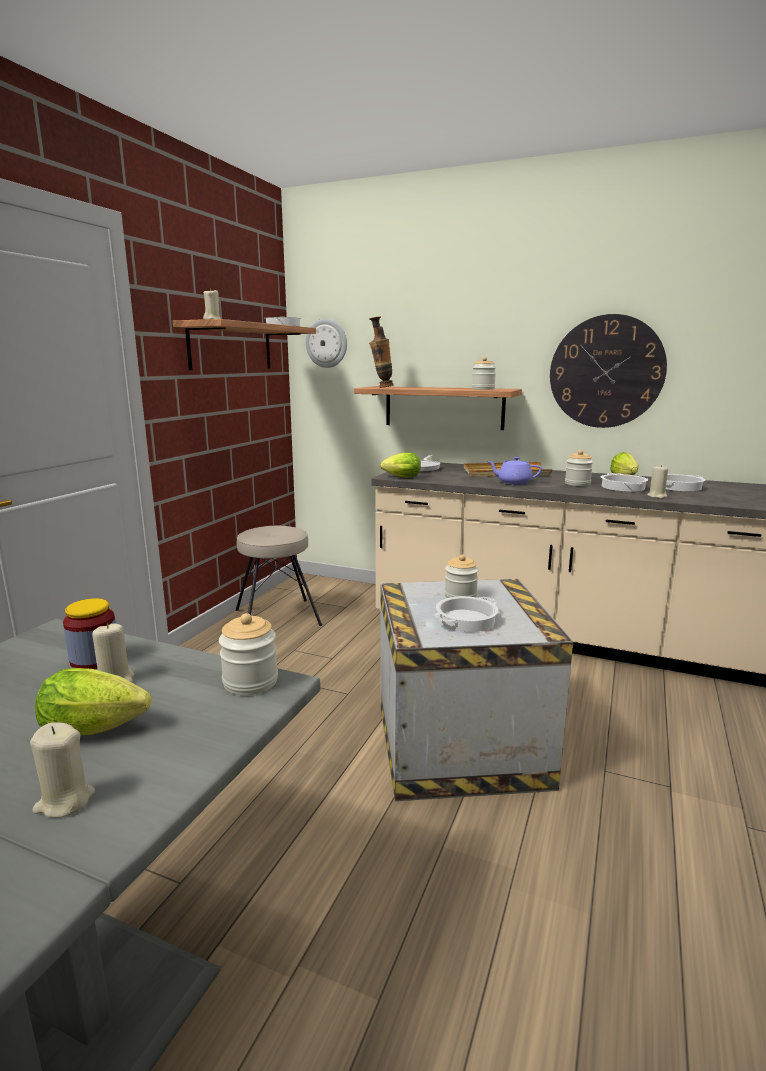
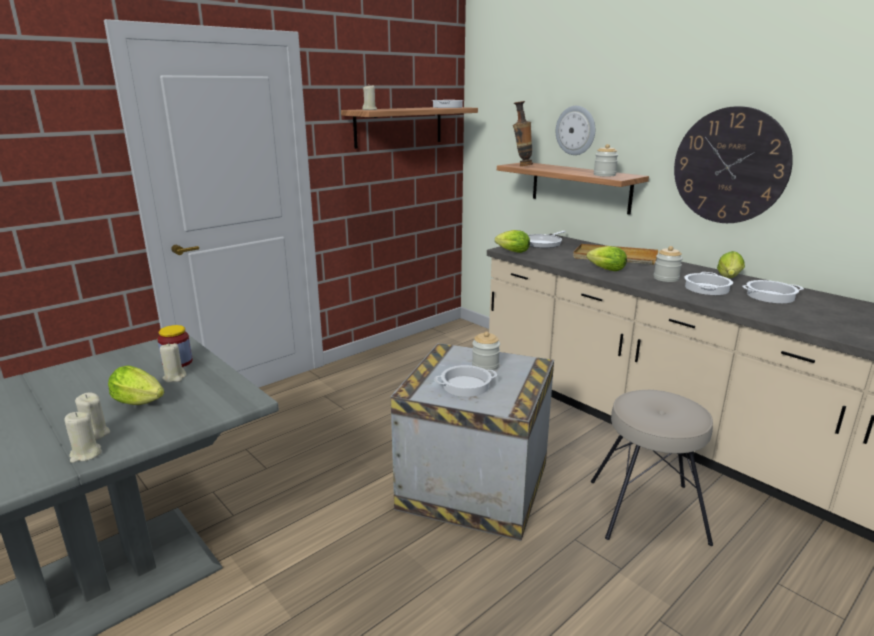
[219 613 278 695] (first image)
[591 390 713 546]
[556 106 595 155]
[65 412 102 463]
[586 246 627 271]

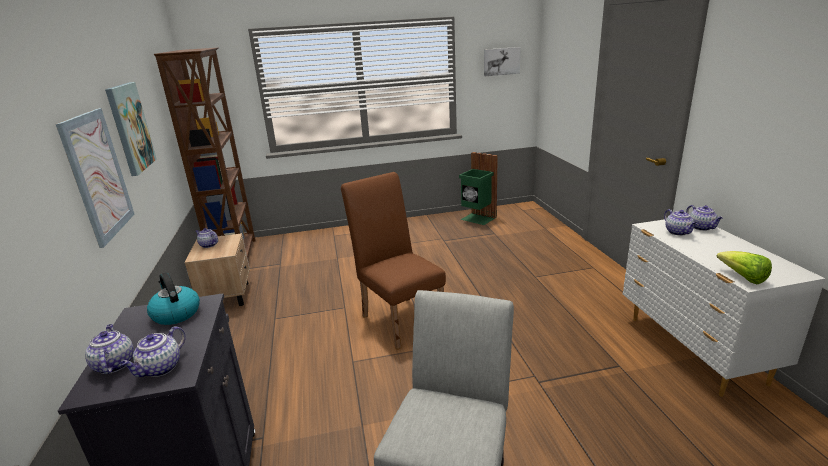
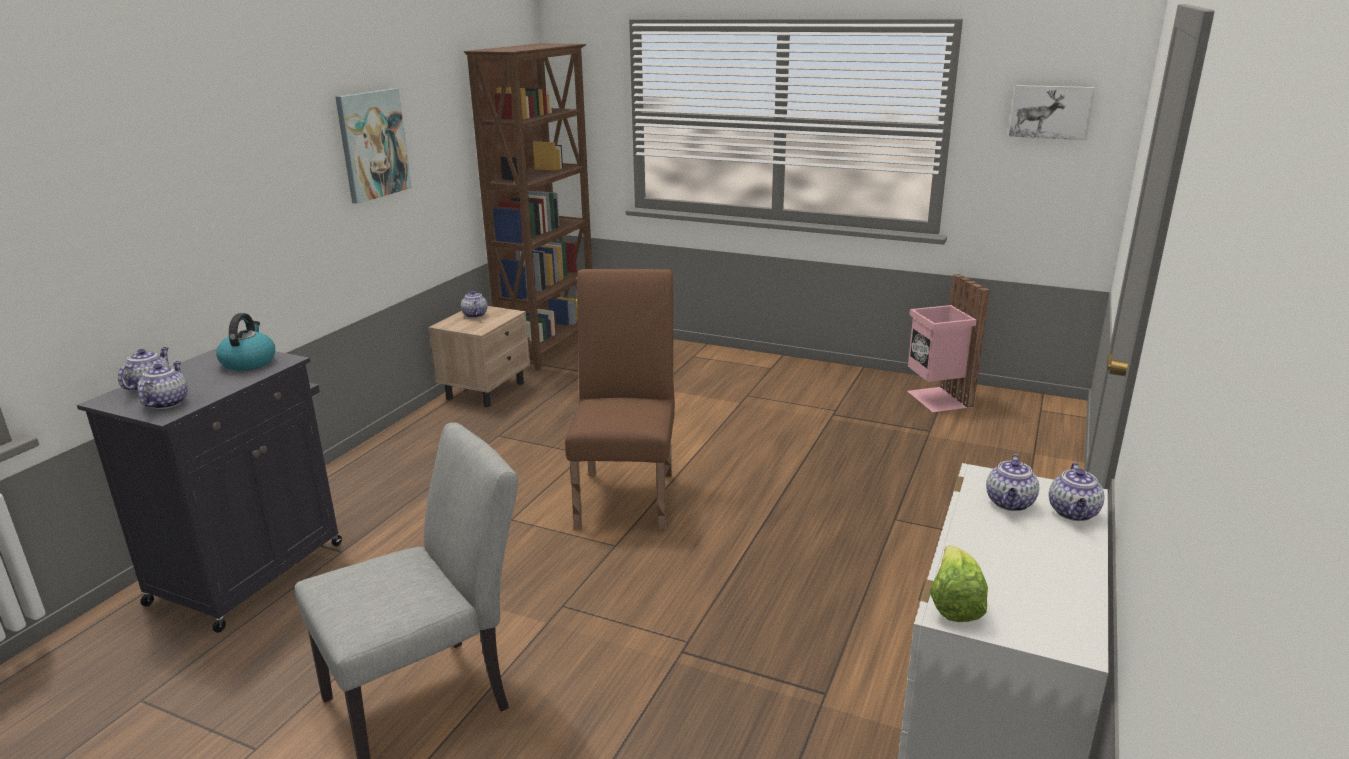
[56 108 134 248] (first image)
[907 274 990 412]
[137 361 188 409]

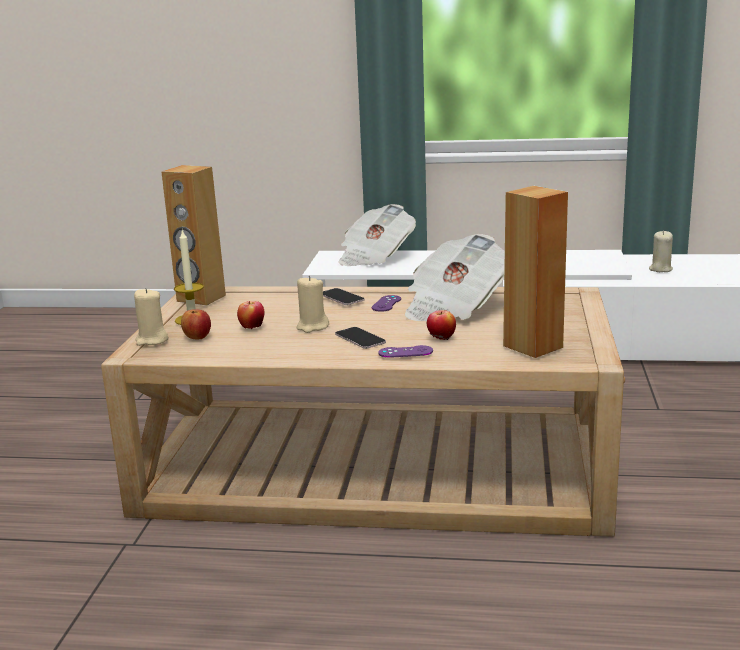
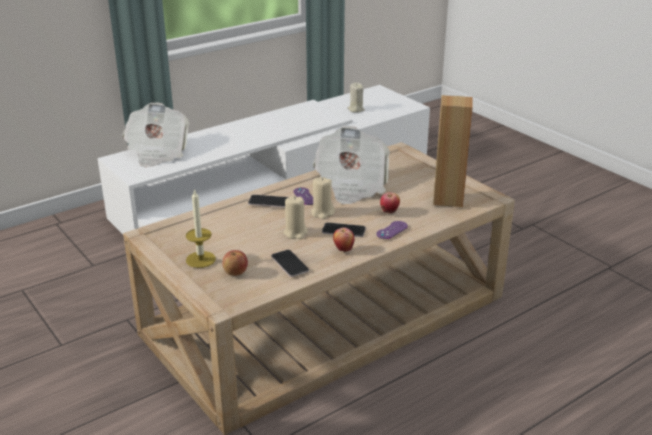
[161 165 226 305] (first image)
[271 250 309 277]
[311 177 335 219]
[333 228 354 252]

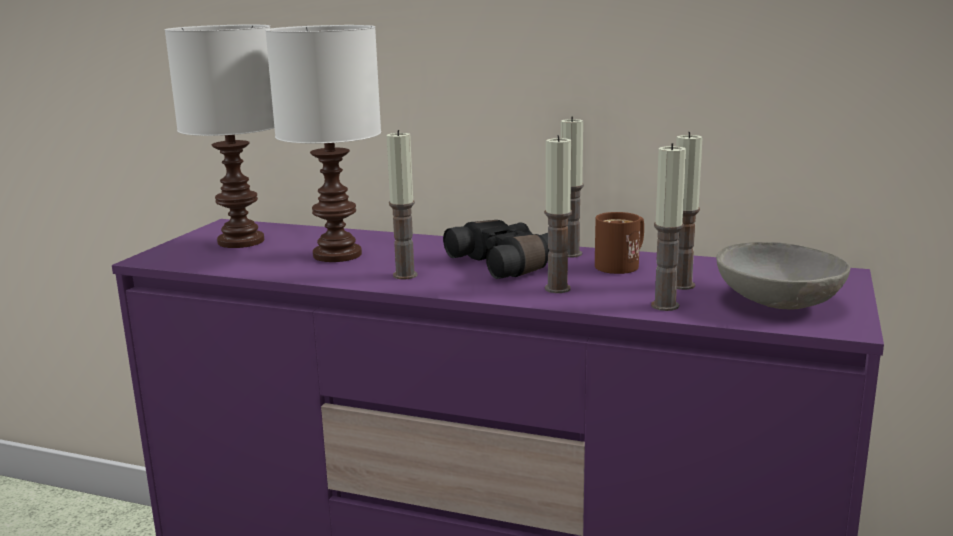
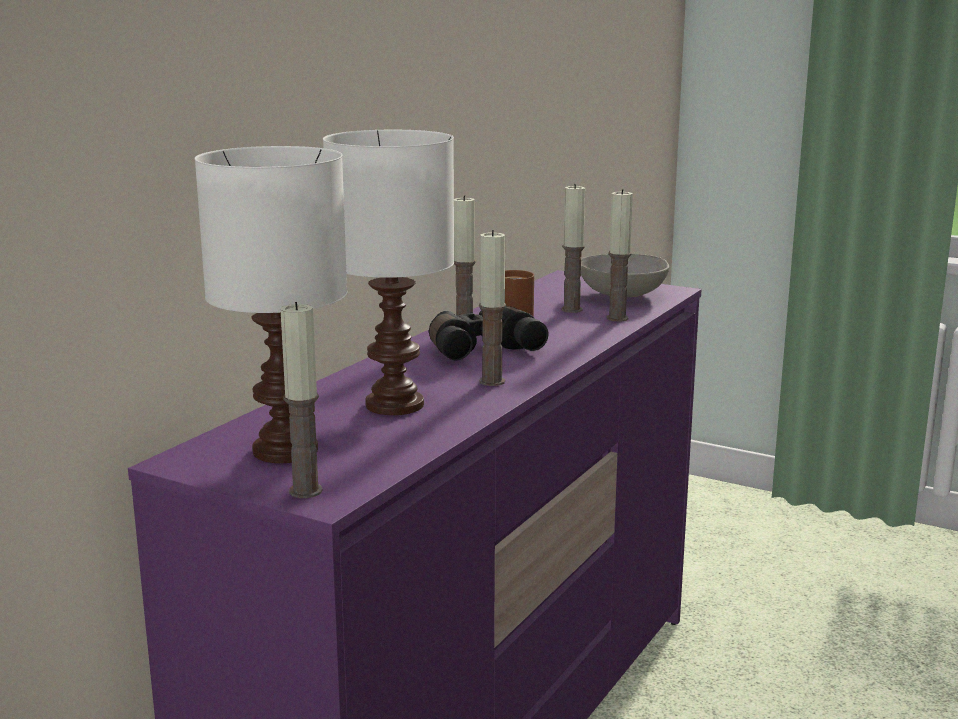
[281 302 323 498]

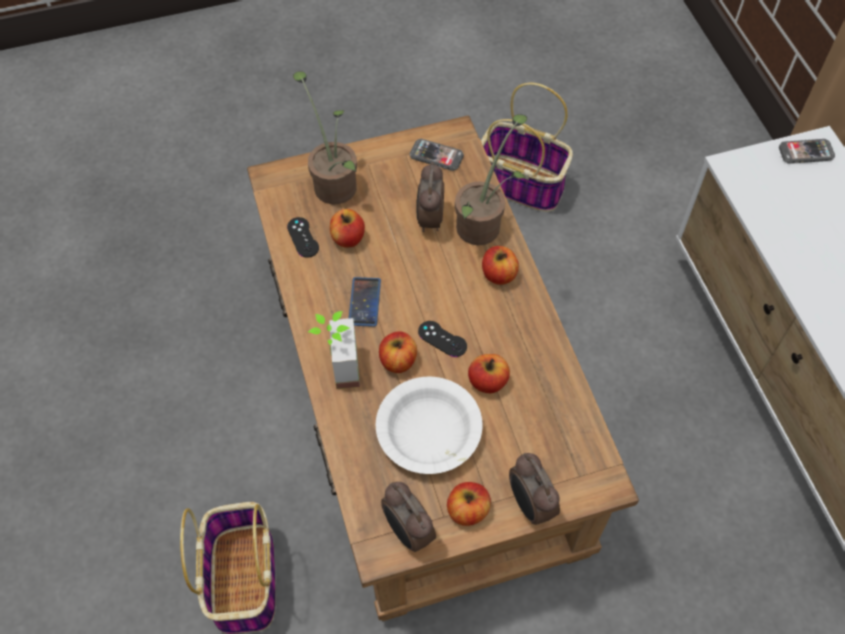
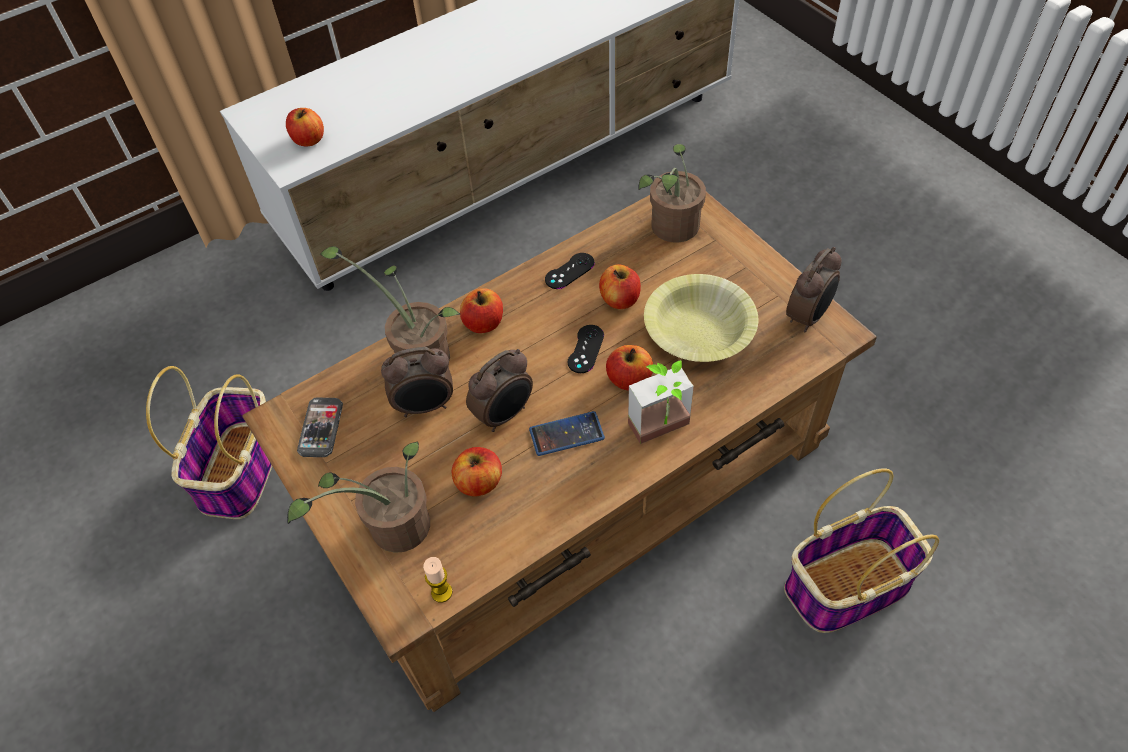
[779 139 835 164] (first image)
[423 557 453 603]
[638 144 706 242]
[545 253 595 289]
[286 108 324 146]
[466 349 533 432]
[644 274 758 362]

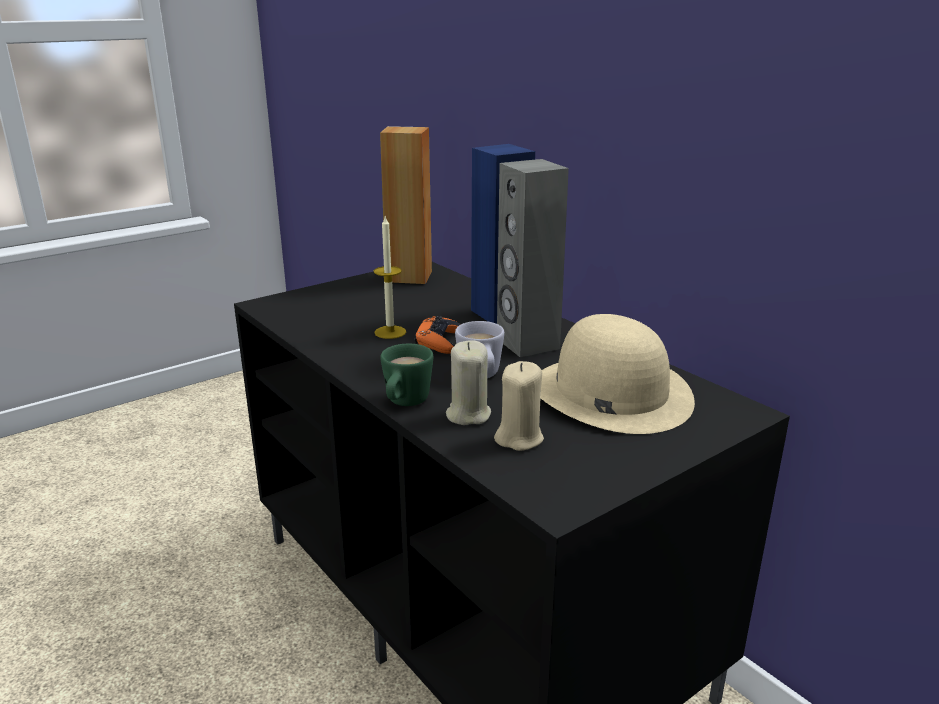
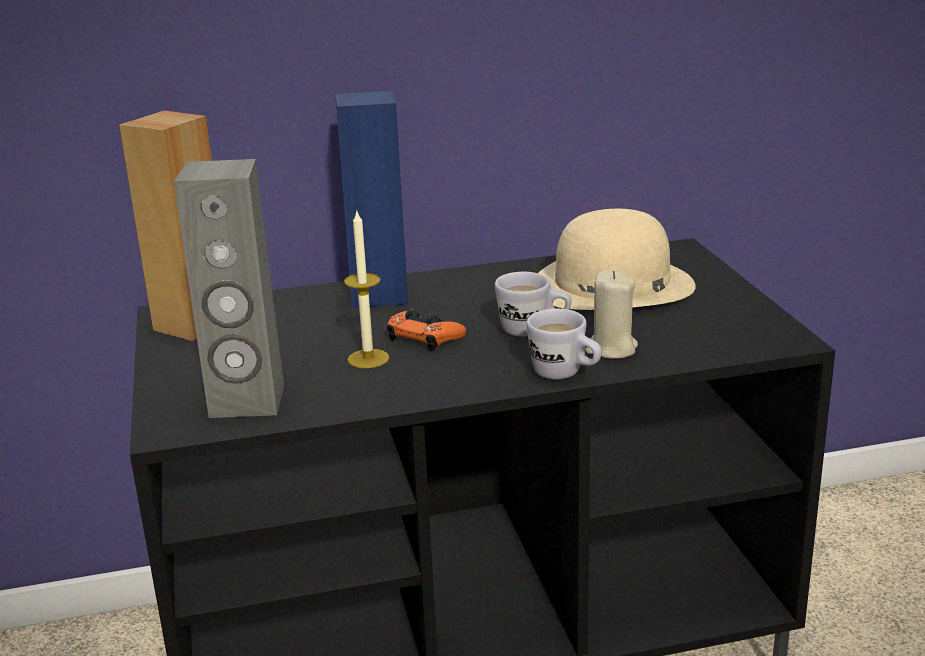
[494 361 544 451] (first image)
[174 159 284 418]
[526 309 602 380]

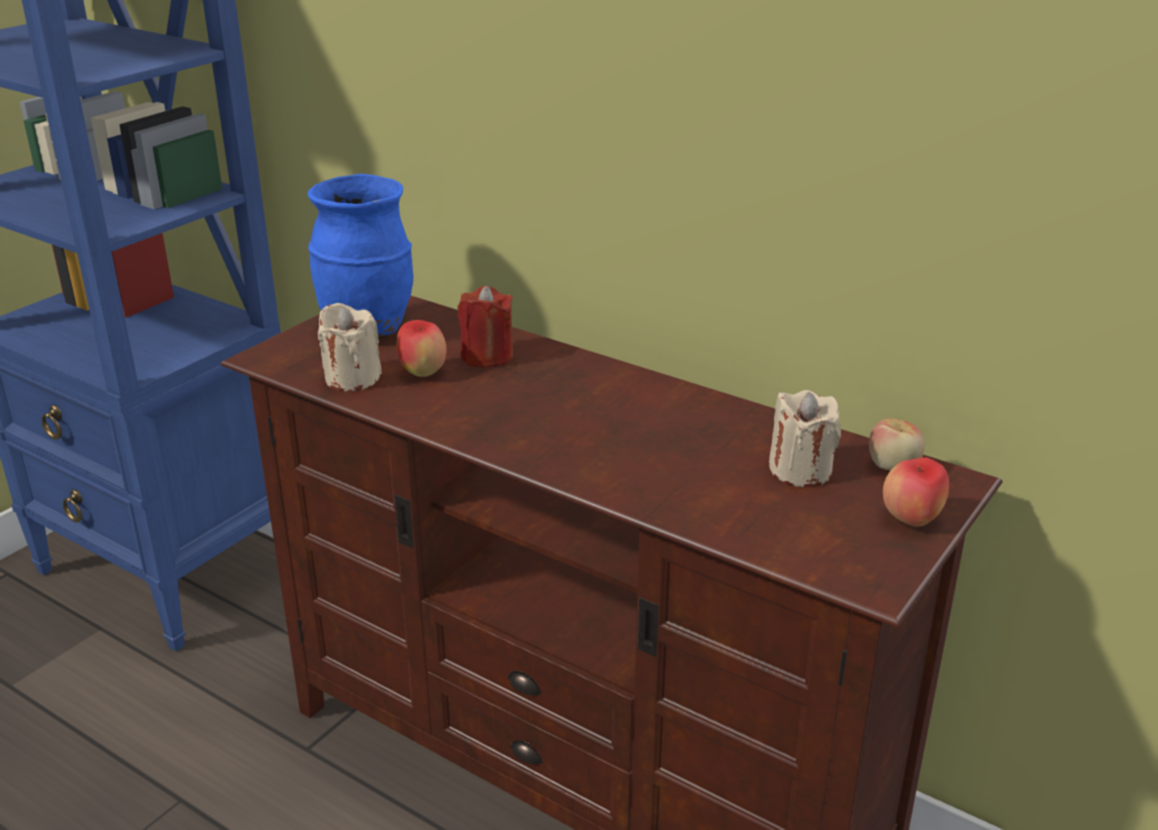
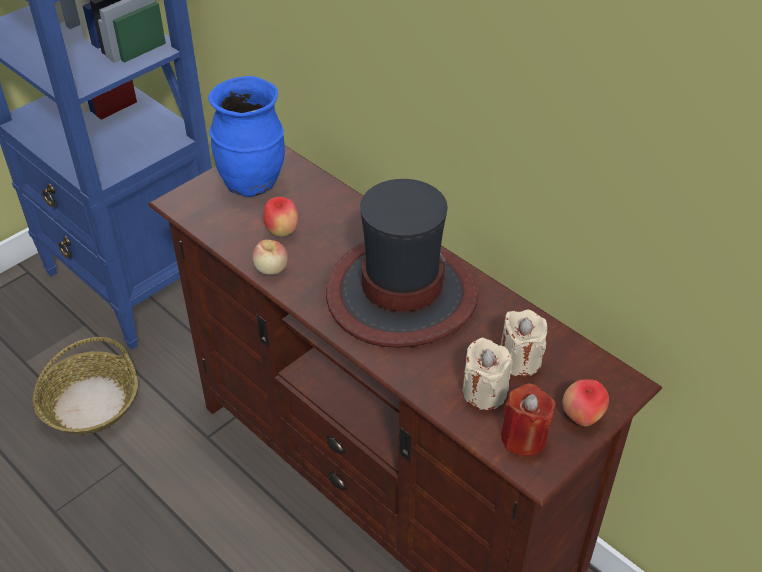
[33 337 138 434]
[326 179 478 348]
[462 337 513 410]
[501 384 556 456]
[252 239 288 275]

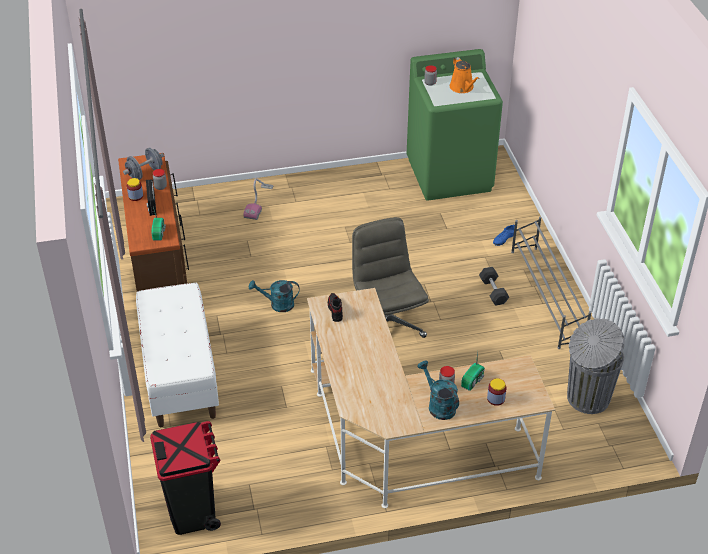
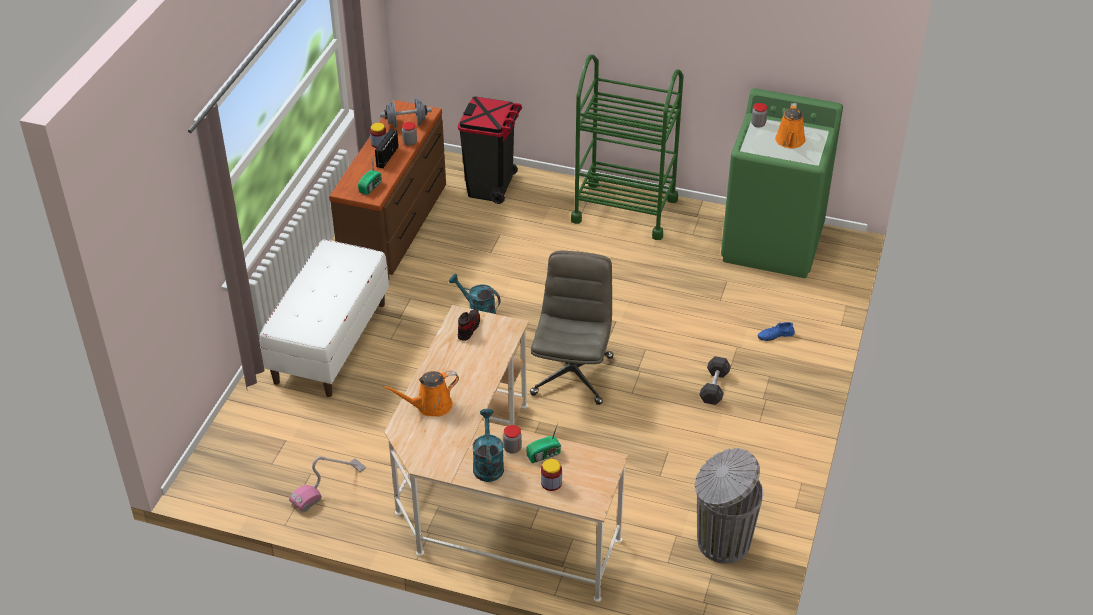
[511 216 592 349] (first image)
[383 371 459 417]
[571 54 684 240]
[458 97 522 204]
[289 456 366 512]

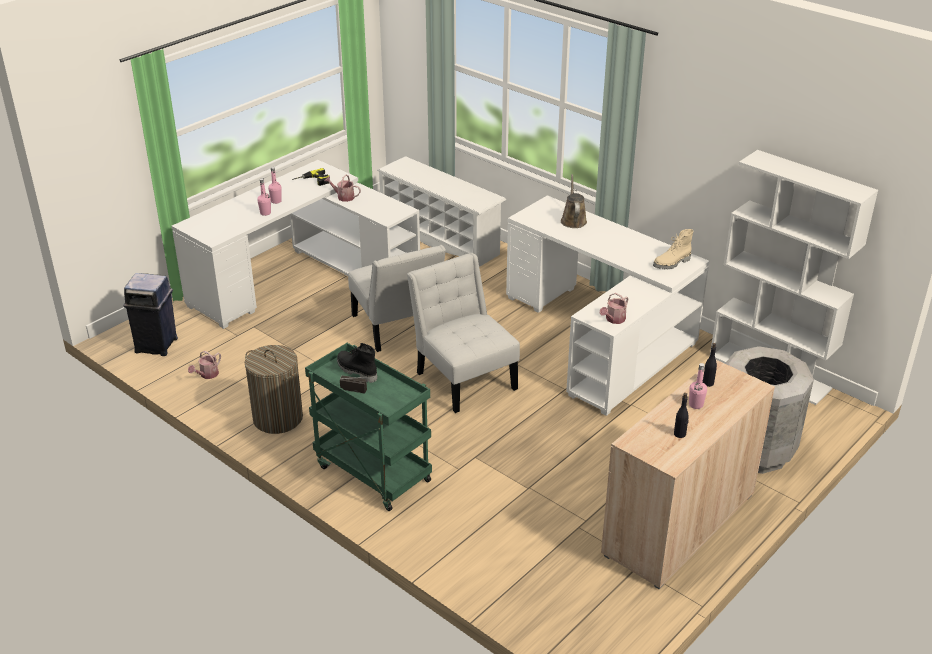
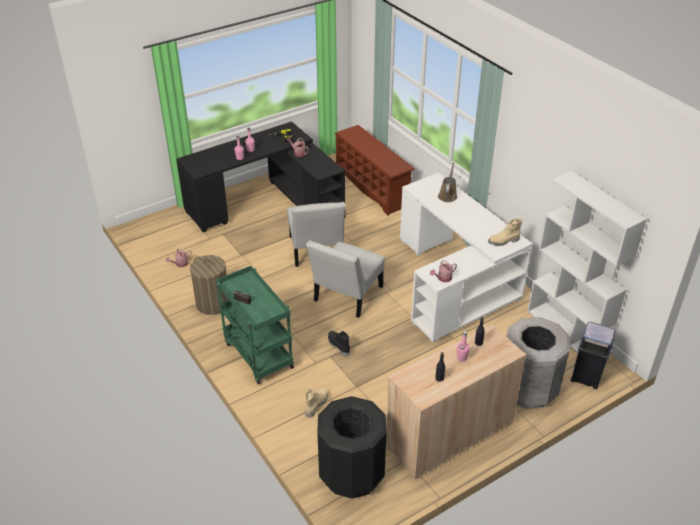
[305 388 328 418]
[317 396 387 499]
[571 322 615 389]
[328 331 350 356]
[176 121 345 232]
[335 125 415 216]
[306 240 385 318]

